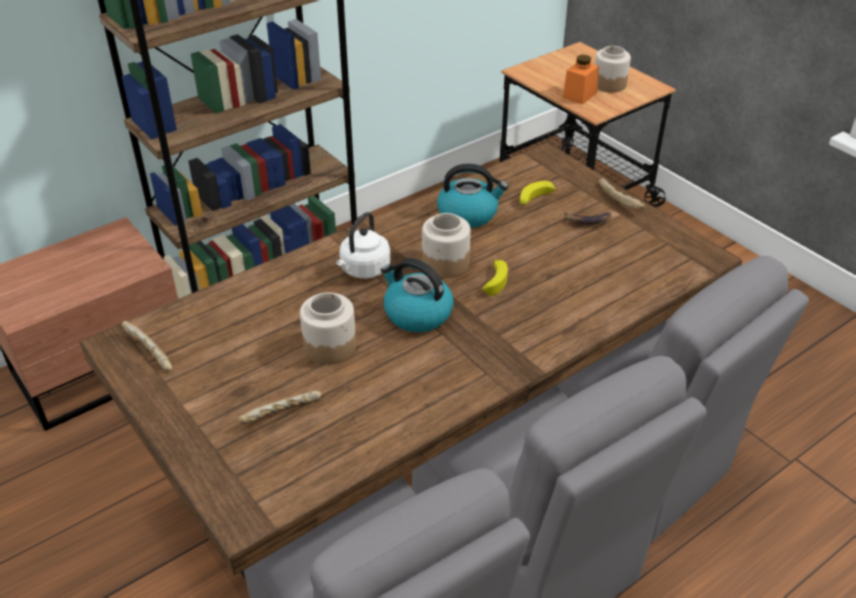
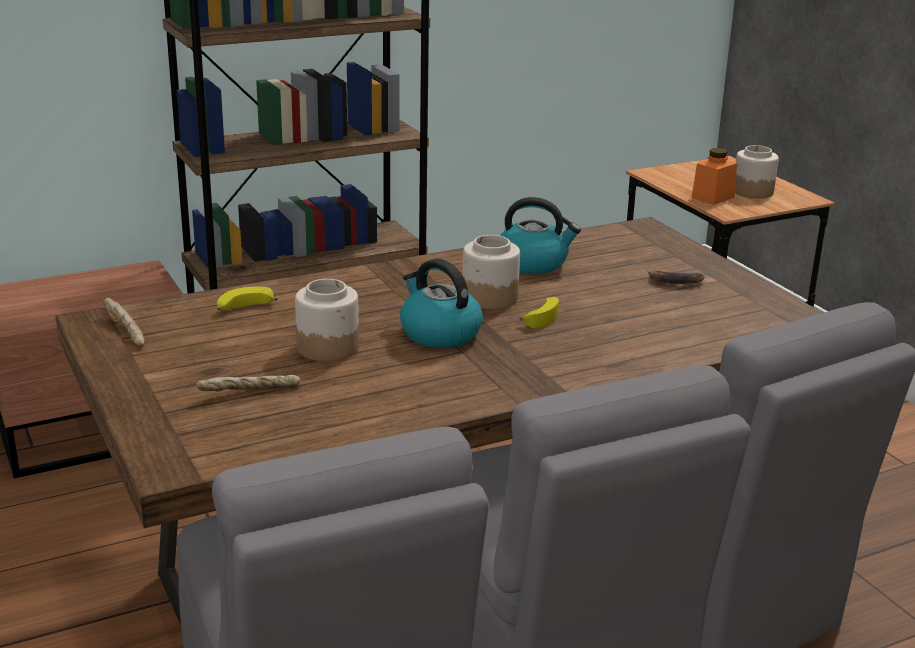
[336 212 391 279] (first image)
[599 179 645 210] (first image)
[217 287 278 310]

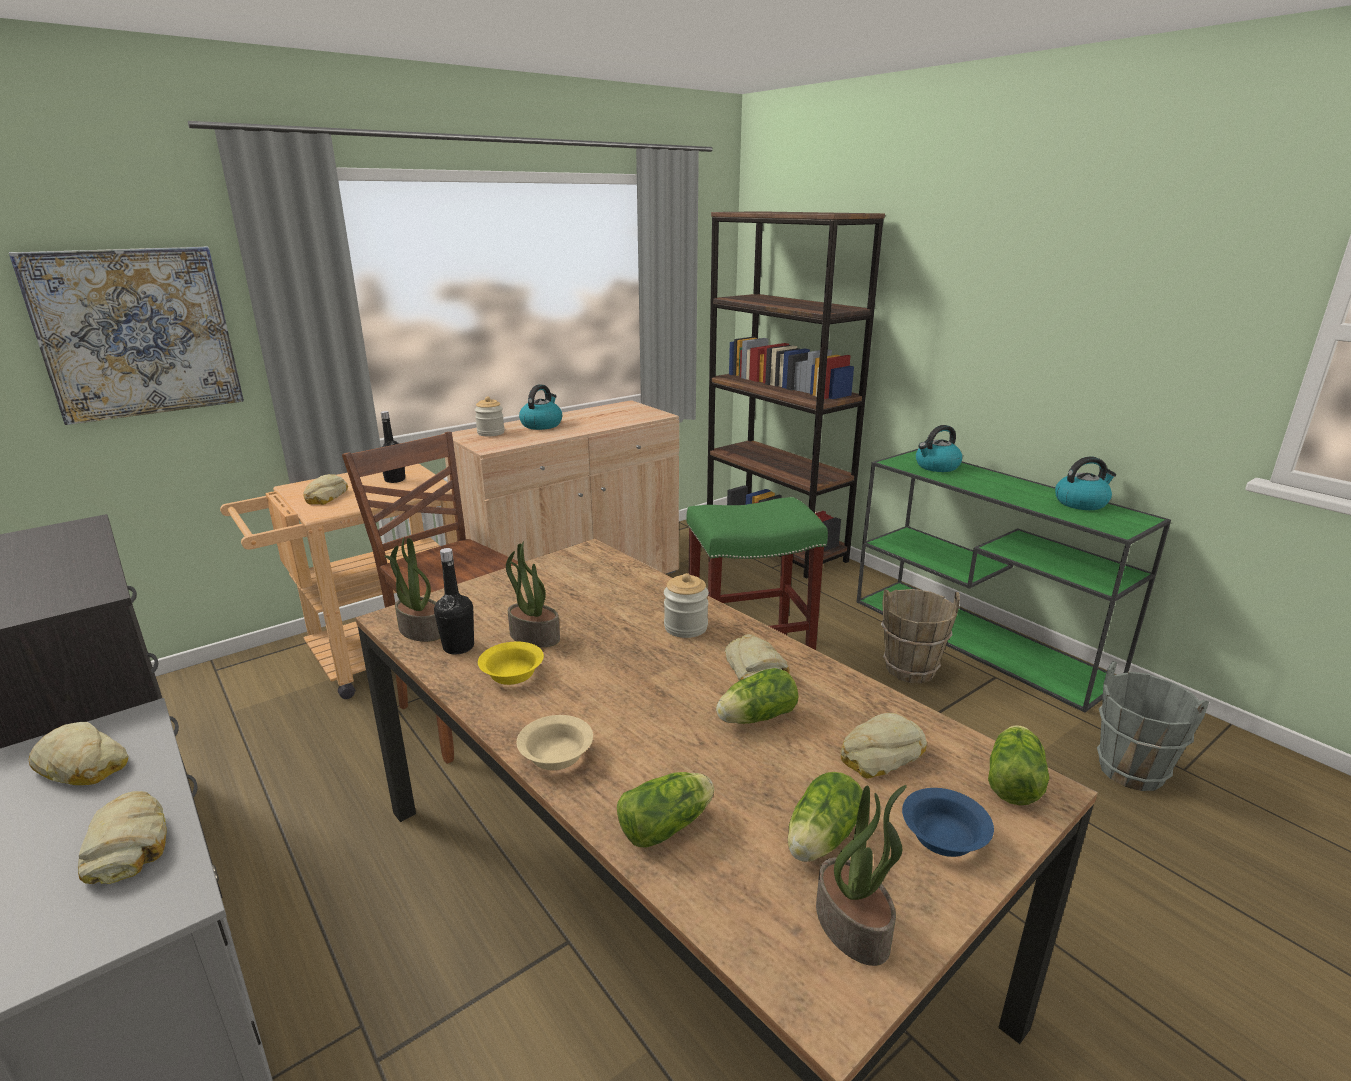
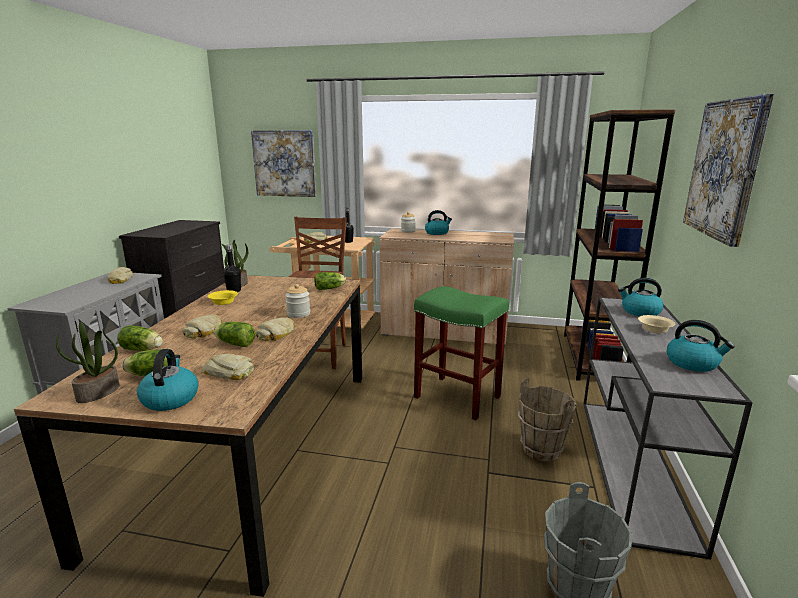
[506 542 560 647] (first image)
[683 94 774 247]
[182 315 222 339]
[638 315 675 333]
[314 272 346 290]
[137 349 199 411]
[583 297 753 560]

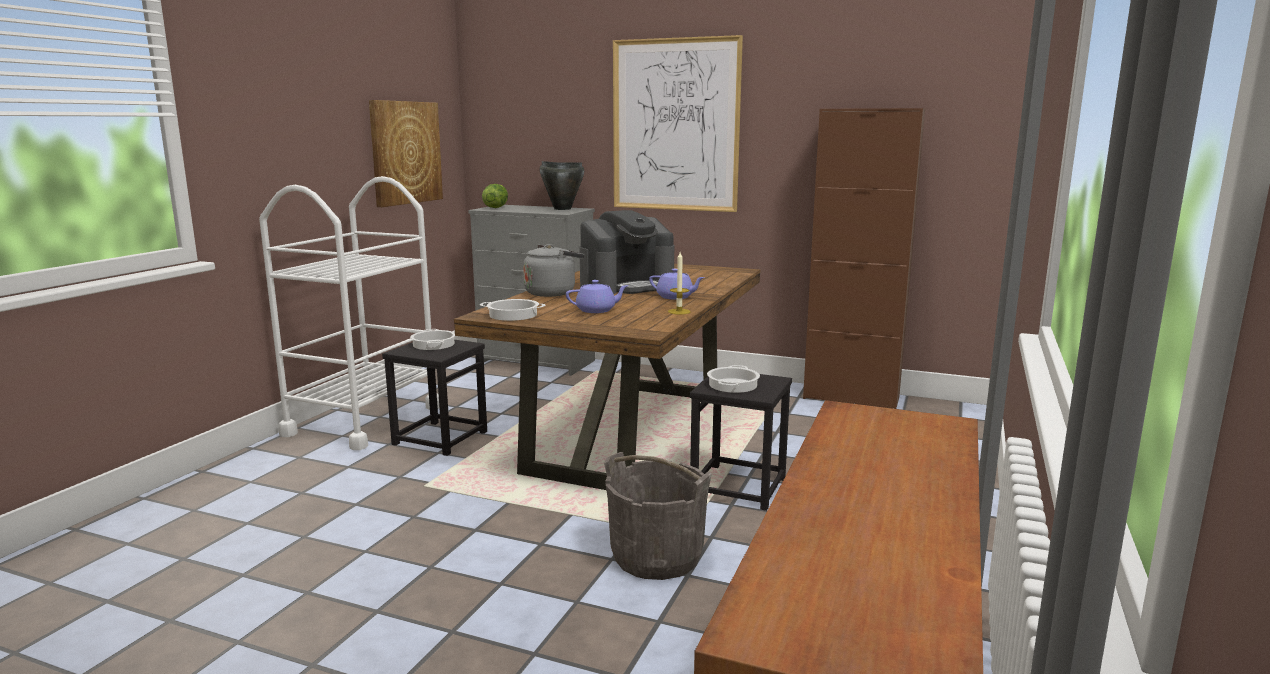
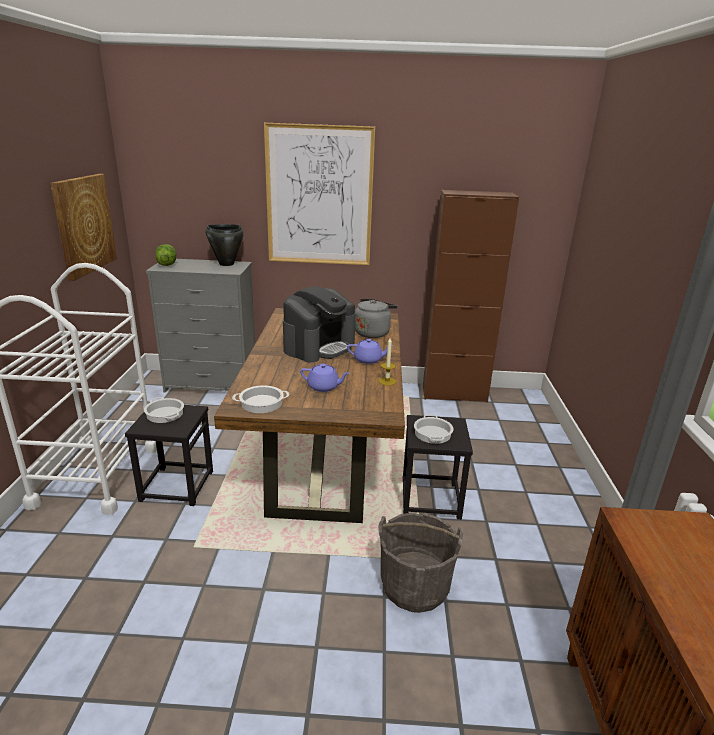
[355 299 397 338]
[300 364 350 392]

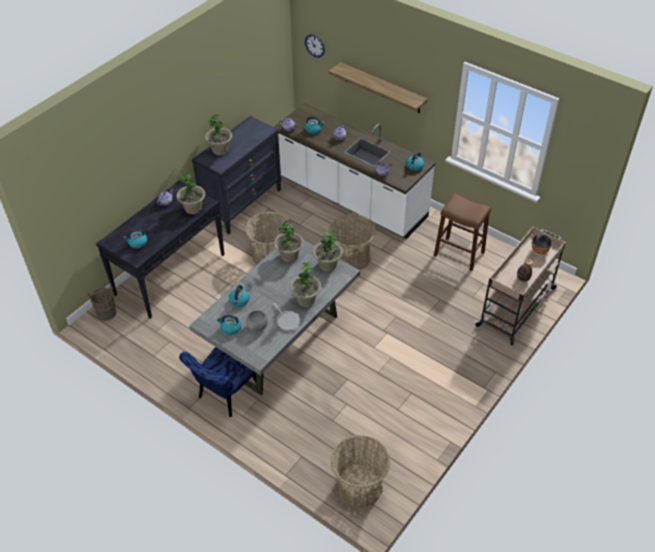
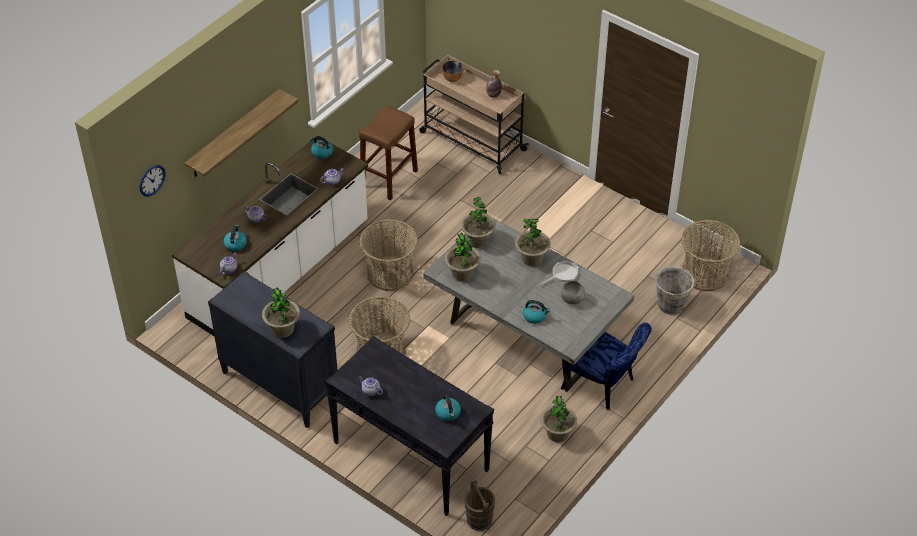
[217 315 242 335] (first image)
[656 266 696 315]
[540 396 577 443]

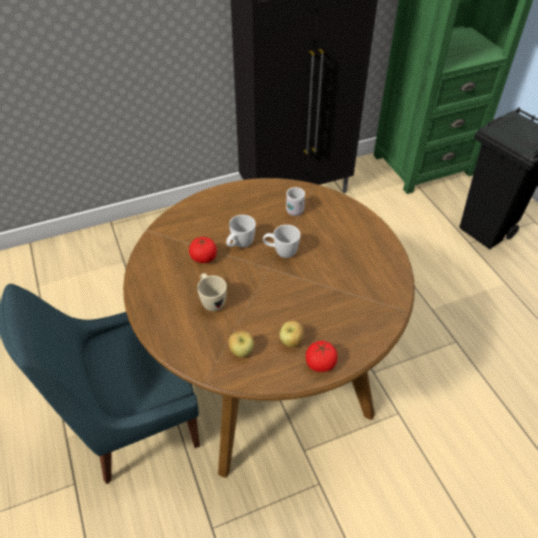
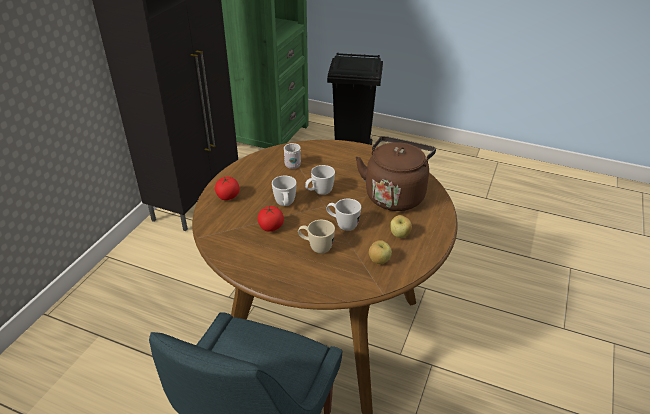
[326 199 361 231]
[356 136 436 211]
[215 177 240 200]

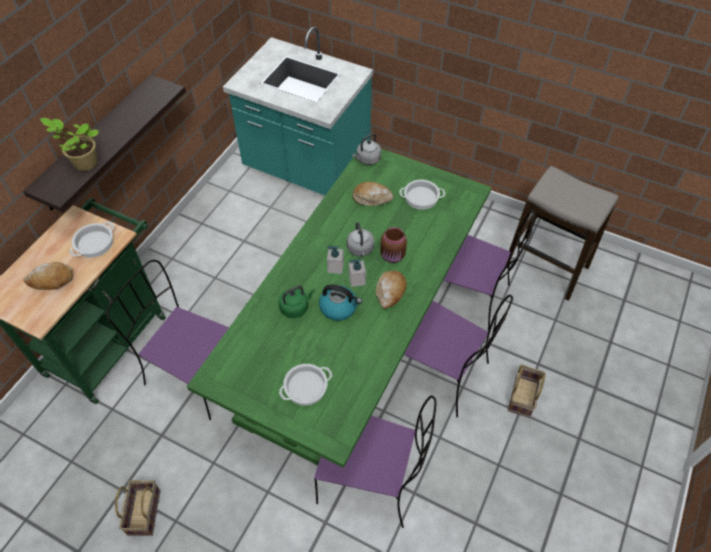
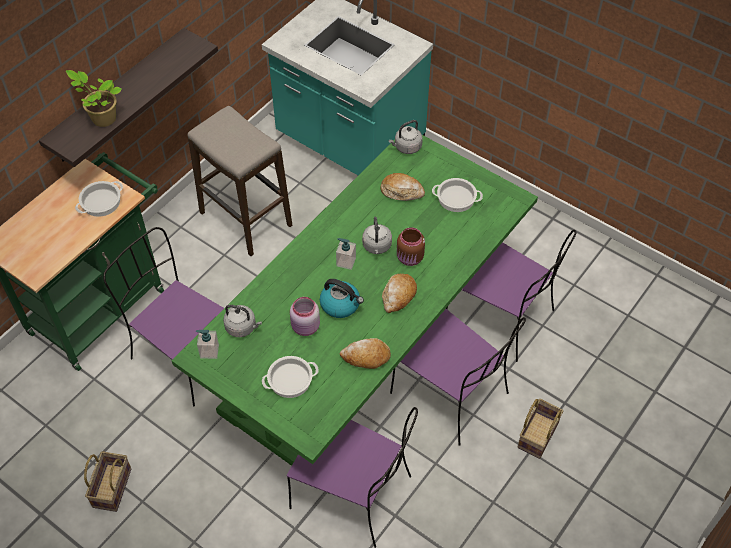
[279 286 315 318] (first image)
[223 305 262 337]
[290 297 320 336]
[340 338 391 369]
[196 330 219 359]
[188 106 292 256]

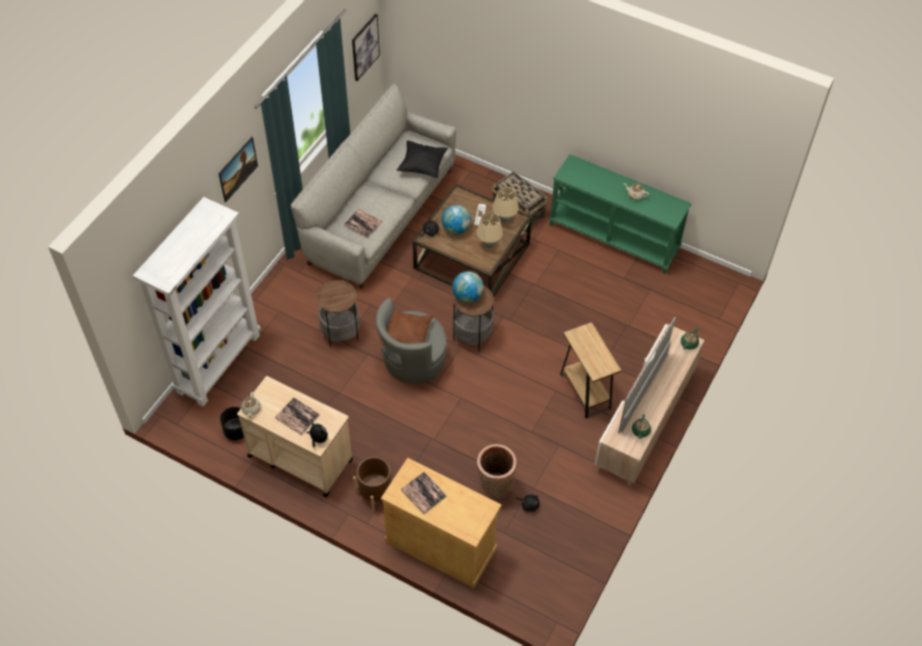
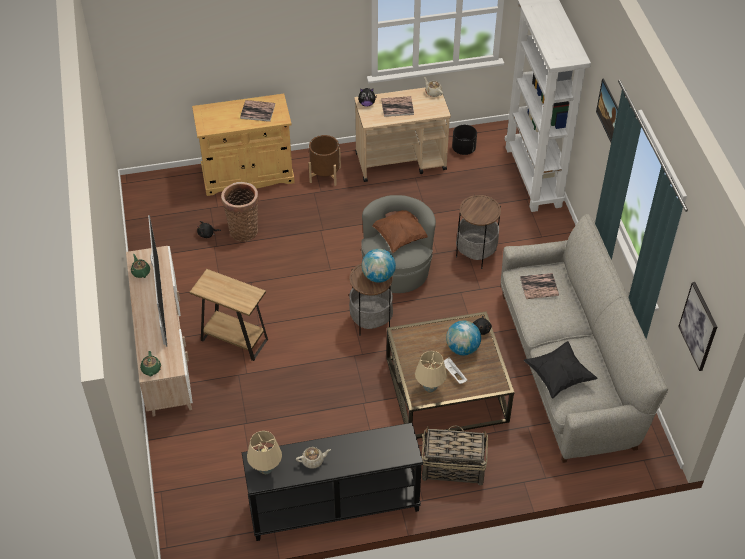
[247 431 282 474]
[242 423 423 541]

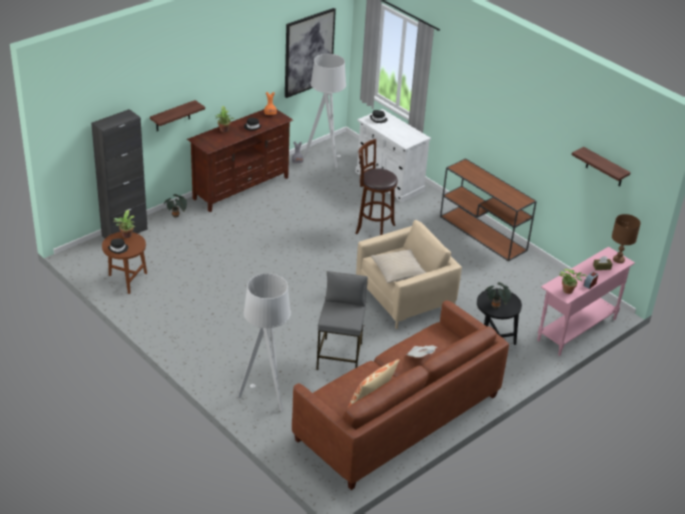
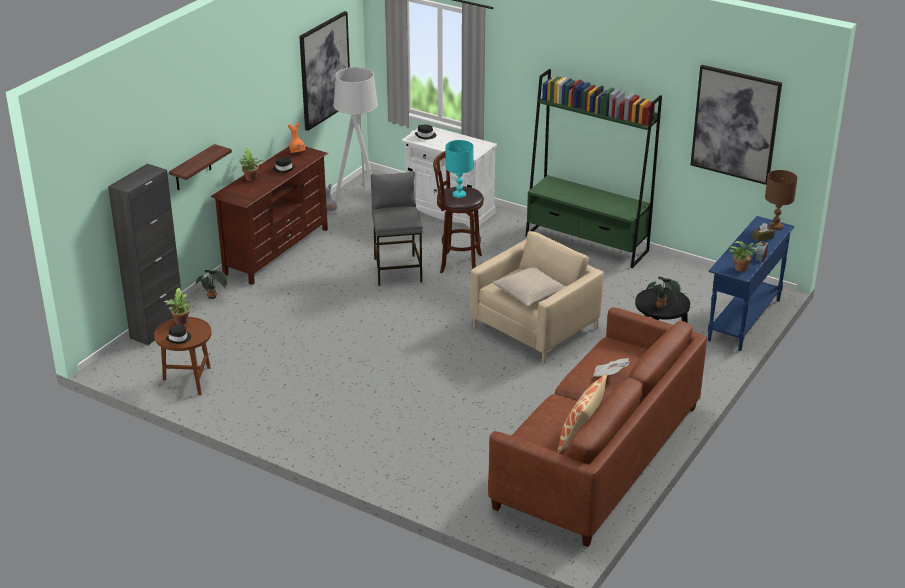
[238 273 291 412] (first image)
[445 140 474 198]
[371 171 423 286]
[526 69 662 268]
[691 65 782 185]
[708 216 794 351]

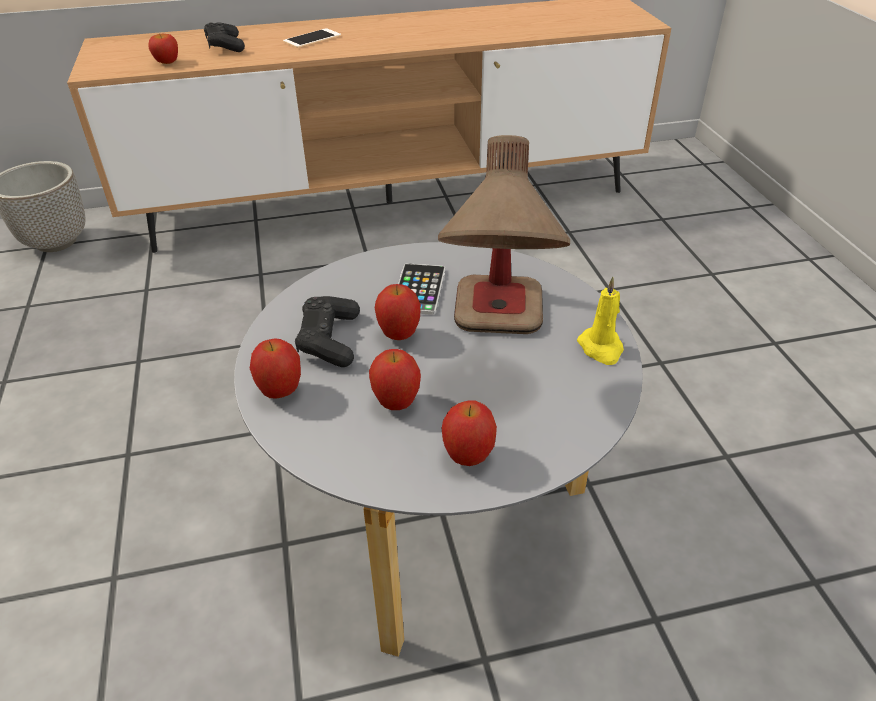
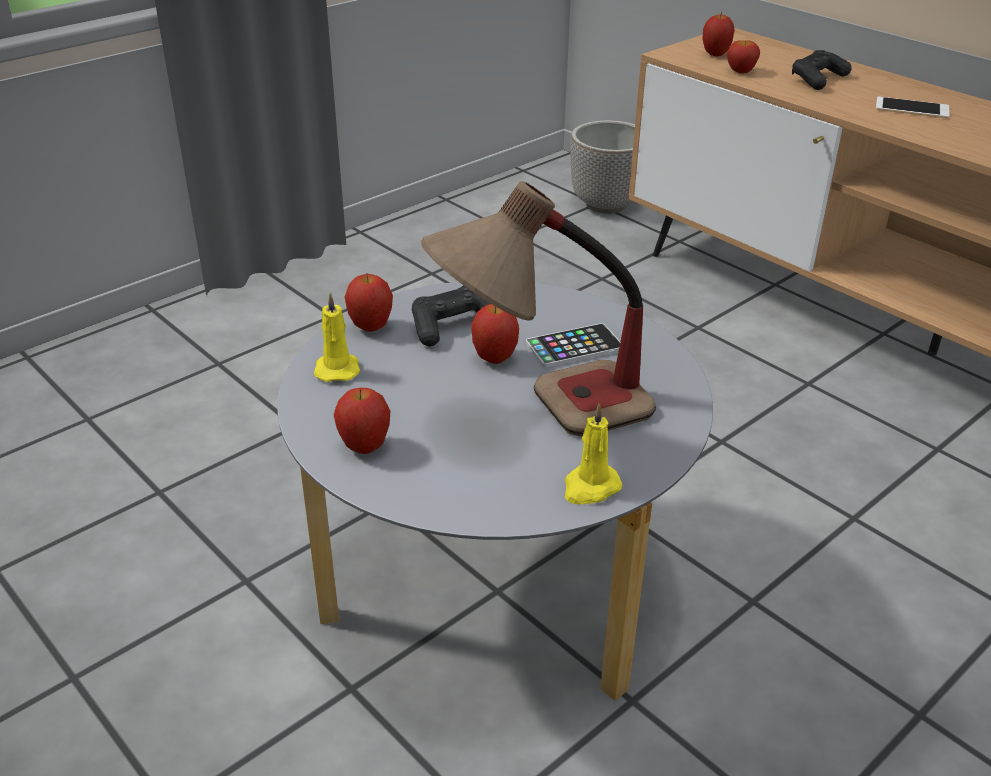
[314 292 360 382]
[702 12 735 57]

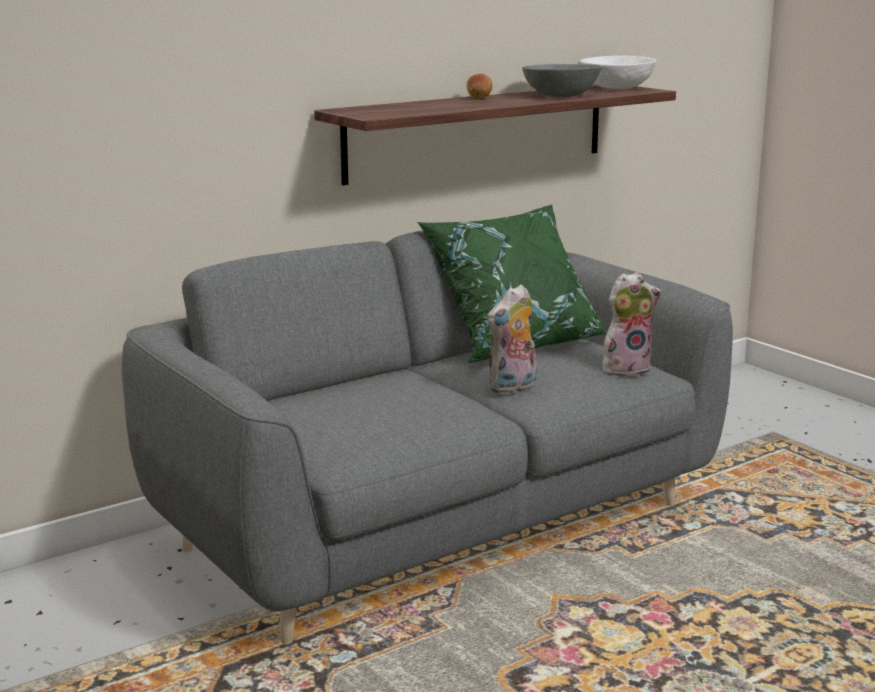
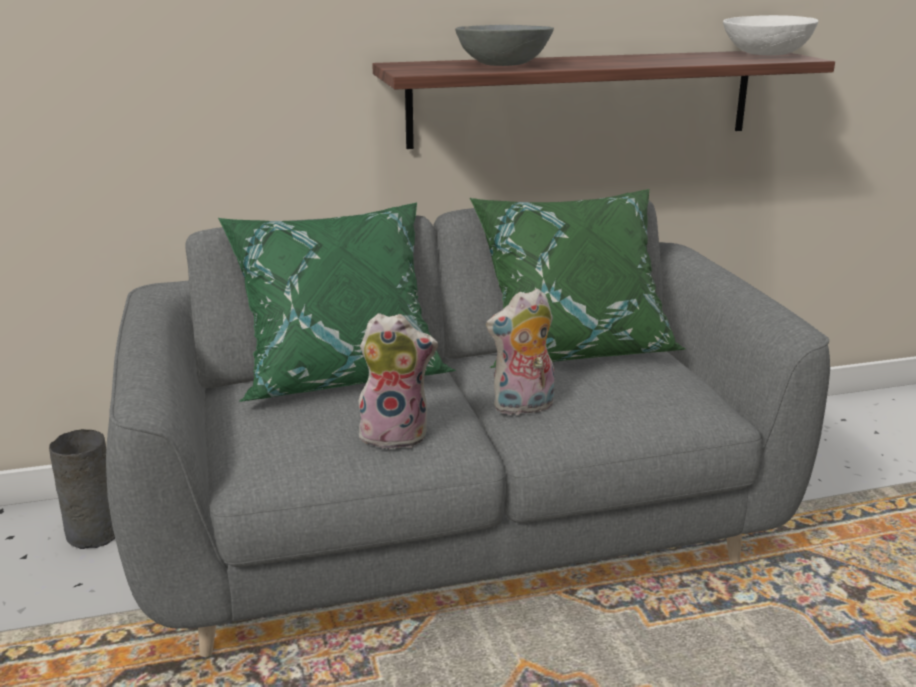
[467 74 492 98] (first image)
[49 429 115 549]
[218 203 456 402]
[455 25 554 66]
[359 313 438 449]

